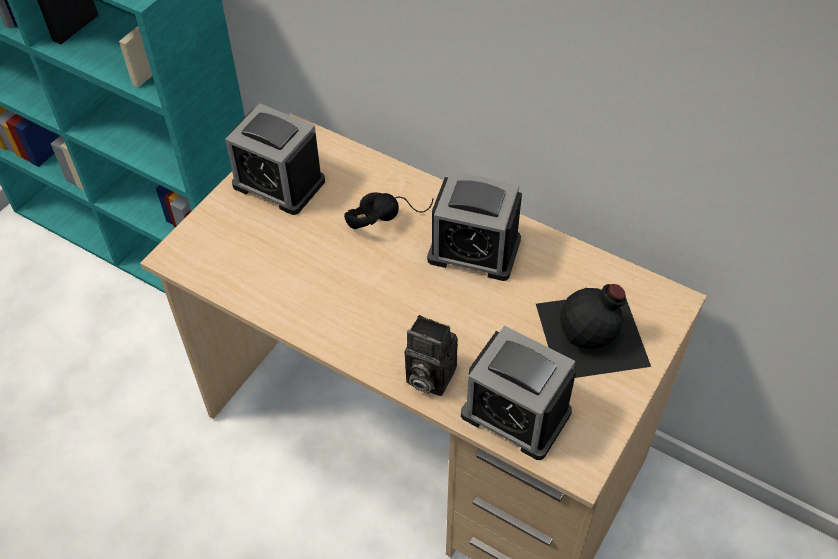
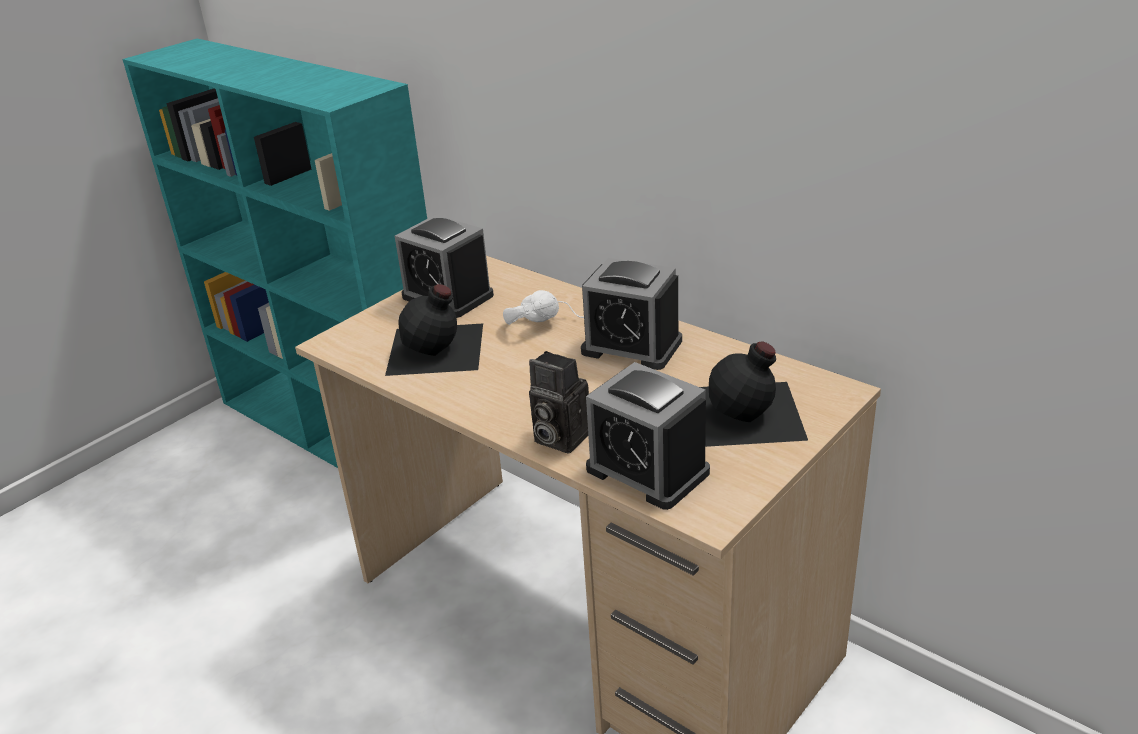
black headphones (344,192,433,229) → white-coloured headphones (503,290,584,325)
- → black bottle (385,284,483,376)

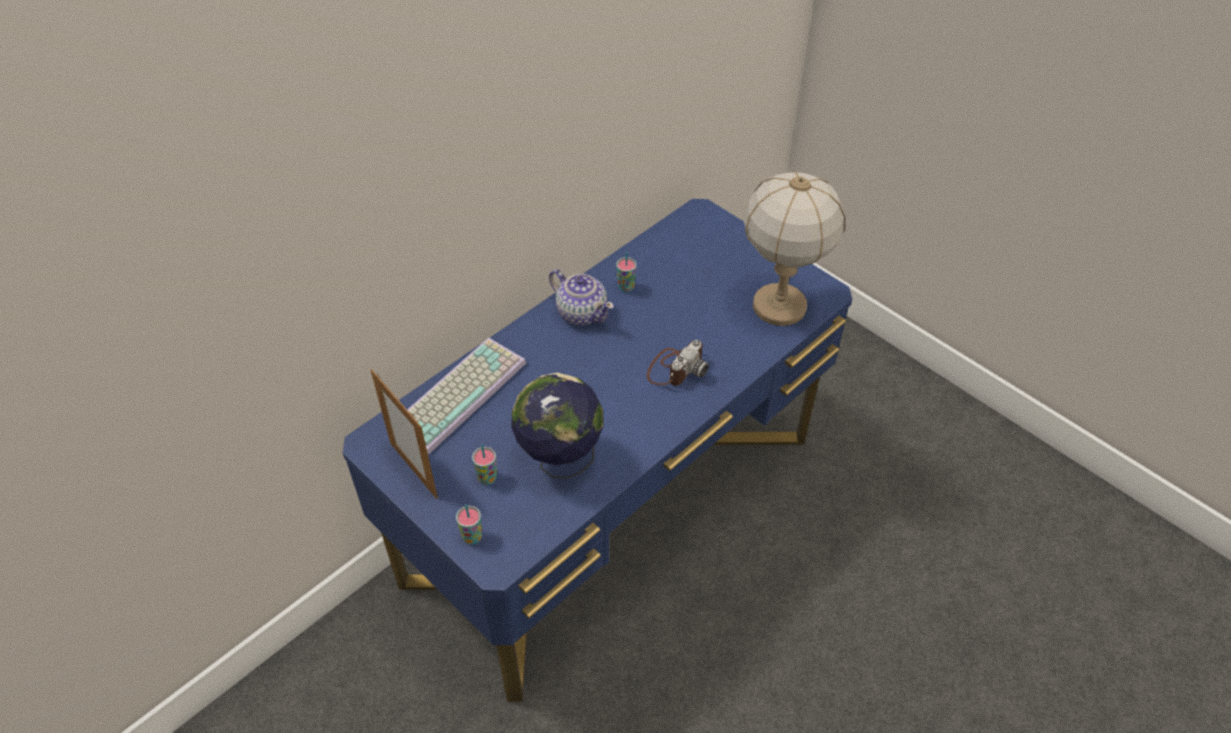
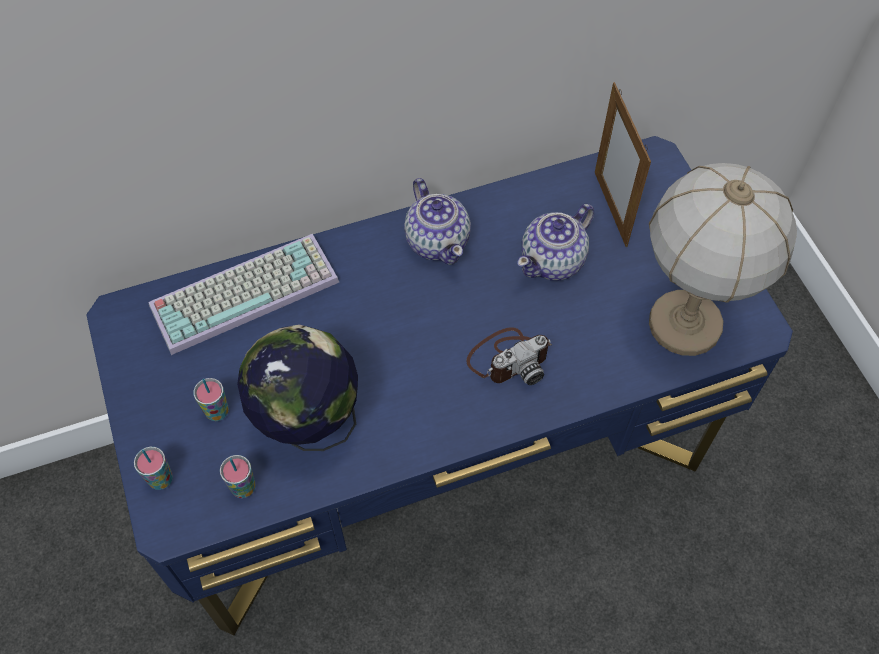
cup (616,251,637,292) → cup (220,455,256,498), moved
picture frame (371,369,438,499) → picture frame (595,82,651,247), moved
- → pot for tea (517,204,594,281)

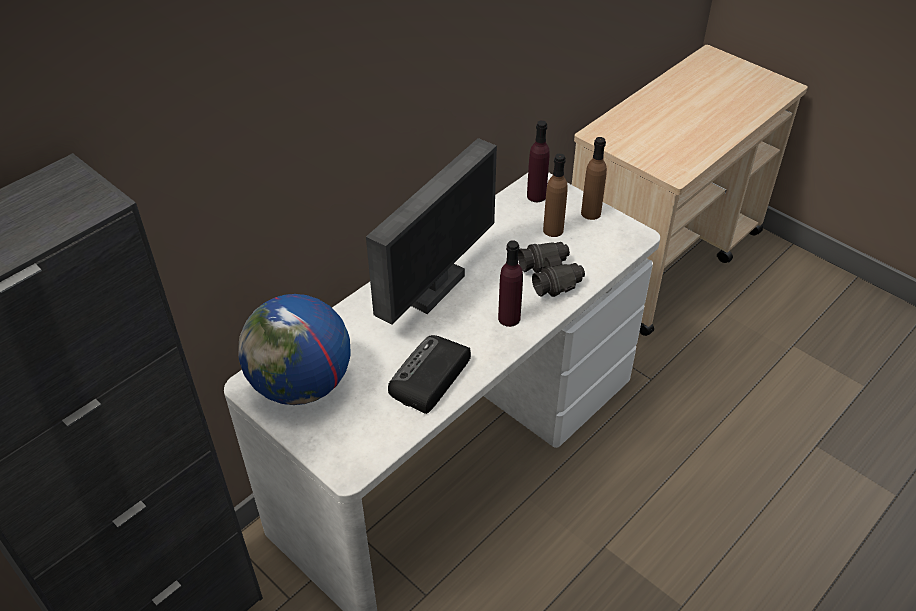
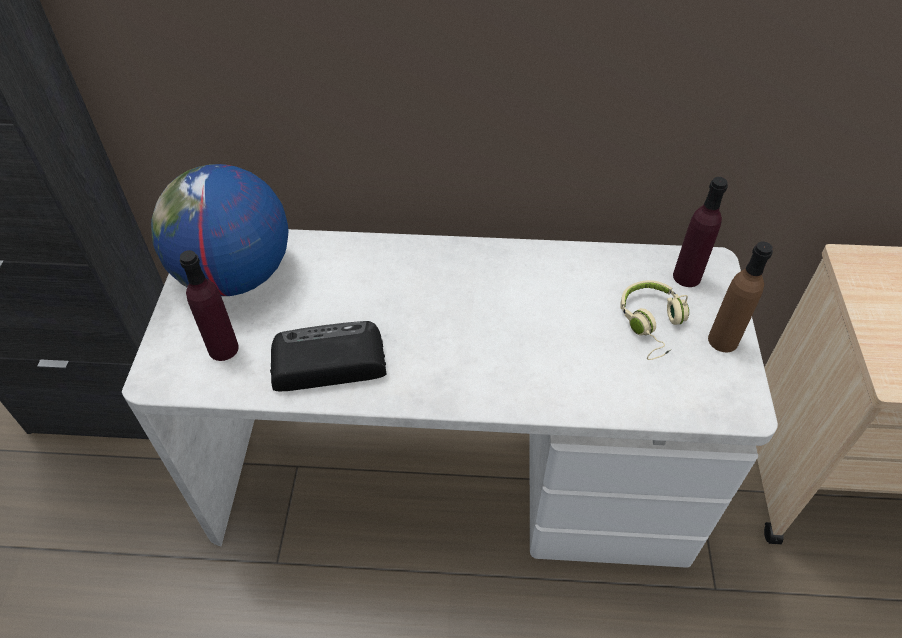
monitor (366,138,497,325) → -
brown bottle (543,154,568,237) → sand-coloured headphones (620,280,689,360)
purplish bottle (498,240,523,327) → purplish bottle (179,250,239,361), moved
black pair of binoculars (518,242,585,297) → -

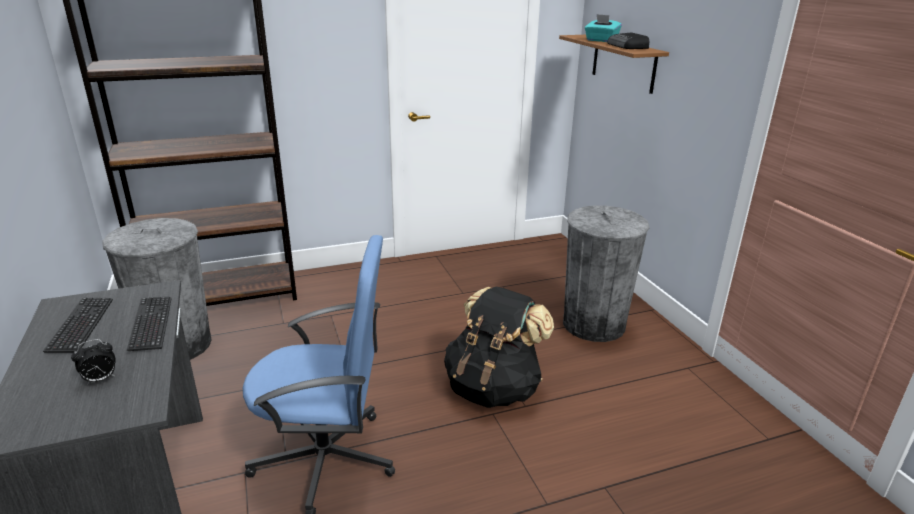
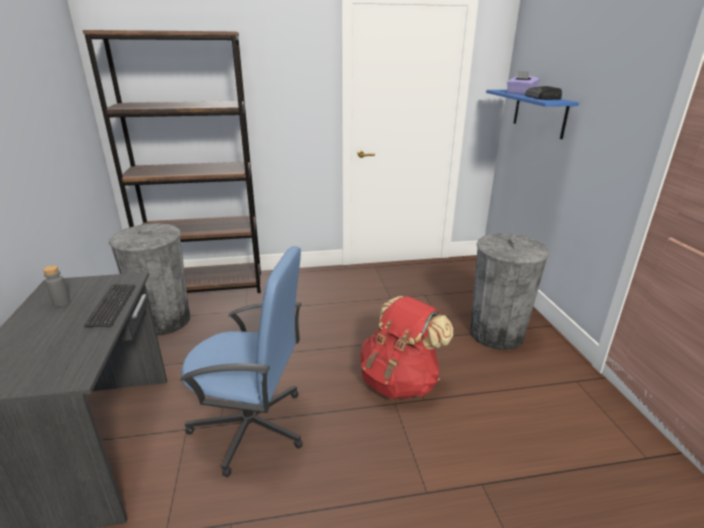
turquoise box of tissues (585,14,622,42) → purplish box of tissues (507,71,540,95)
brown wall shelf (559,35,669,94) → blue-coloured wall shelf (486,90,579,139)
black knapsack (444,286,554,408) → red-coloured knapsack (360,296,453,399)
computer keyboard (43,298,113,353) → greyish bottle (43,266,70,307)
alarm clock (71,339,116,385) → -

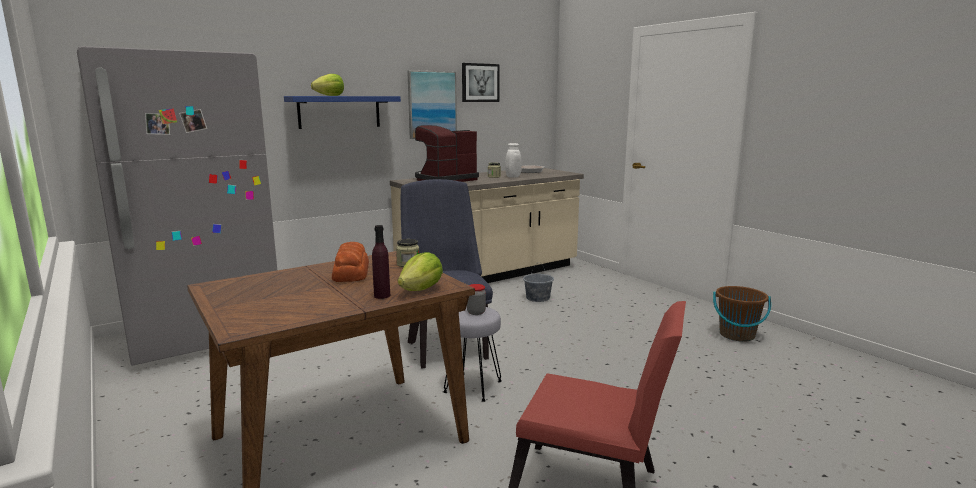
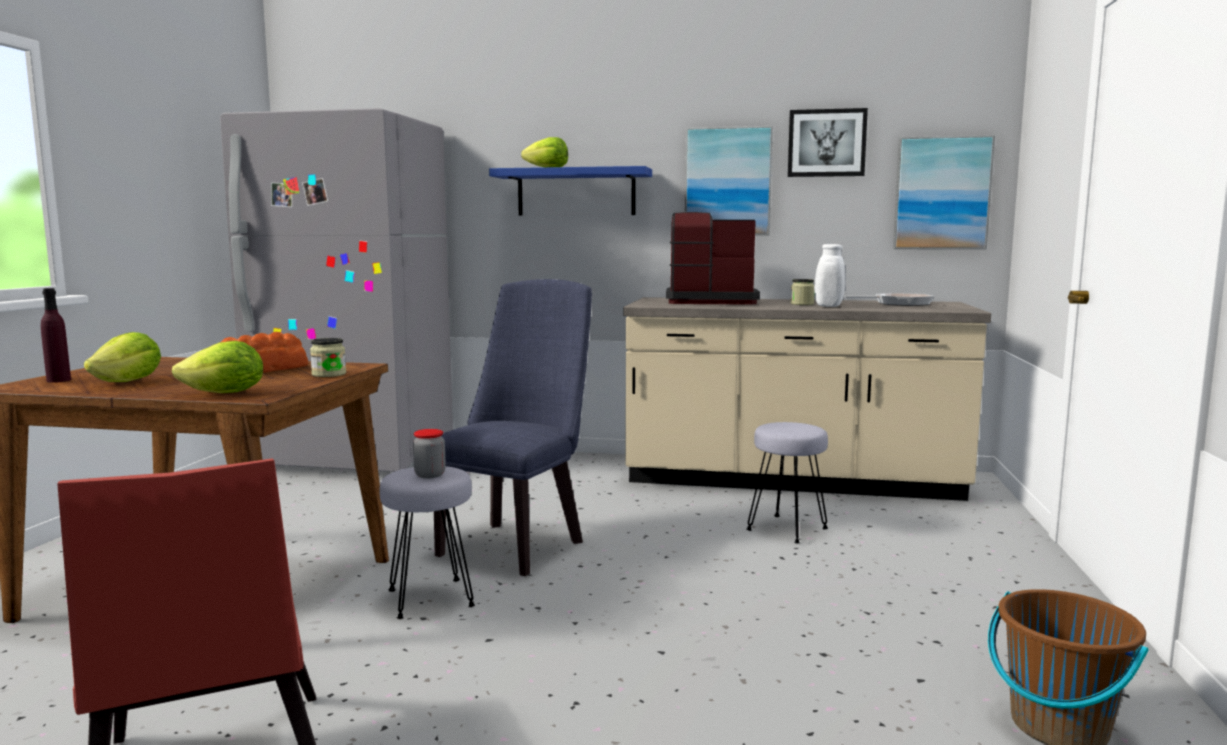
purplish bottle (372,225,390,299) → purplish bottle (41,288,71,383), moved
greyish pail (523,262,554,302) → greyish stool seat (747,422,828,543)
- → wall picture (893,135,995,250)
- → lettuce head (84,332,161,382)

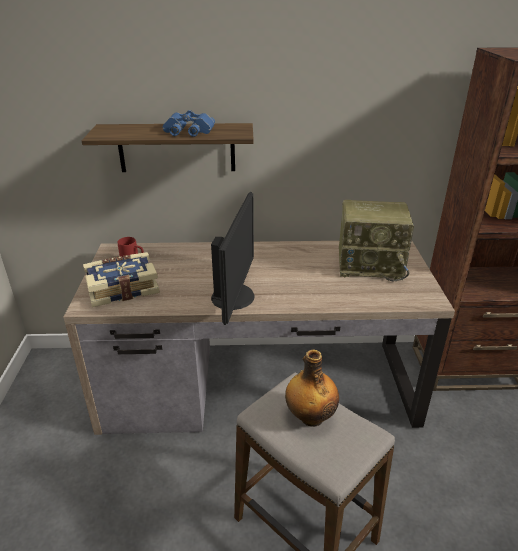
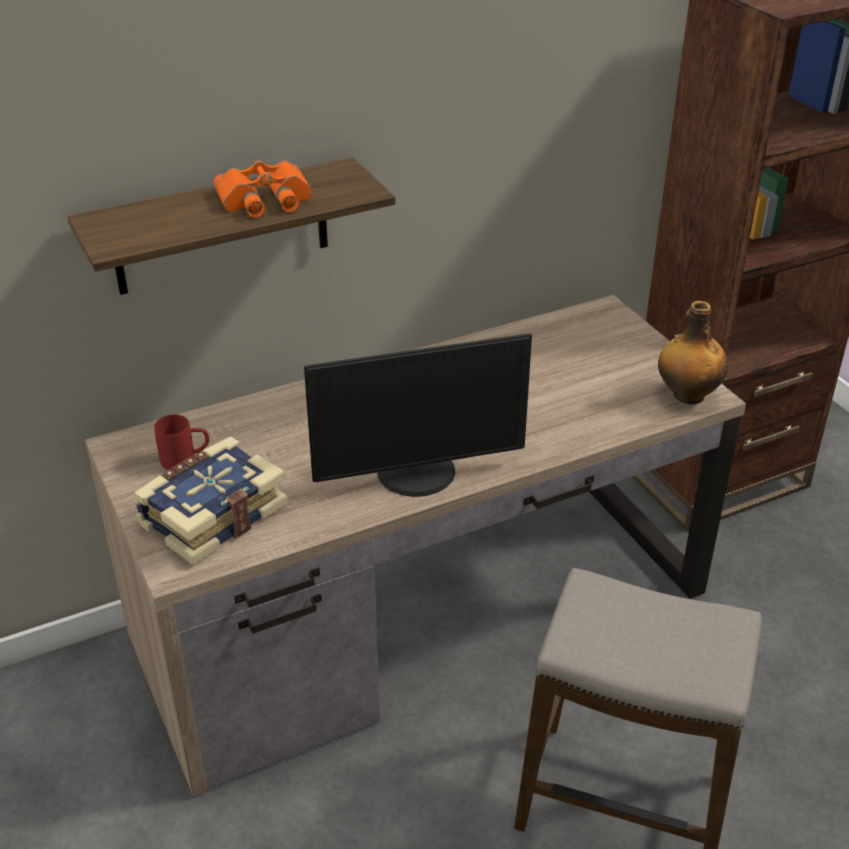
blue-coloured pair of binoculars (163,110,215,137) → orange-coloured pair of binoculars (214,160,312,218)
monitor (211,192,255,325) → monitor (304,334,532,497), 90 degrees clockwise
radio (339,200,414,282) → -
bottle (285,349,339,427) → bottle (658,301,728,404), moved

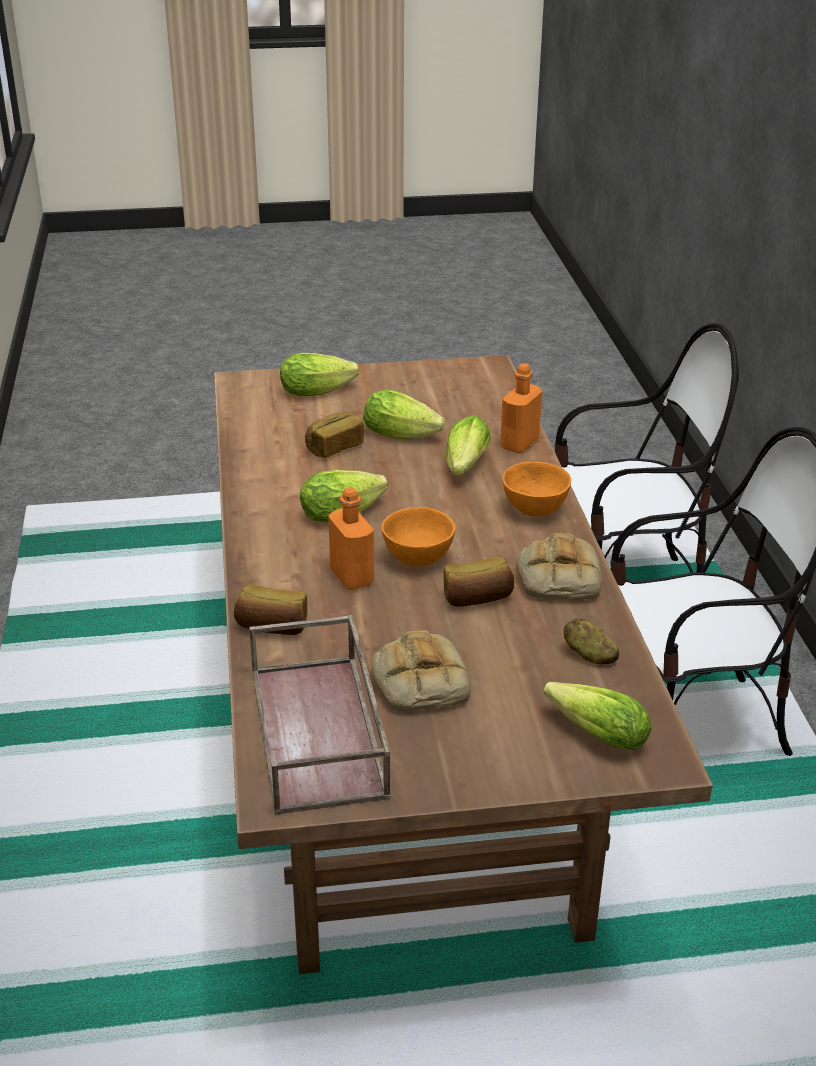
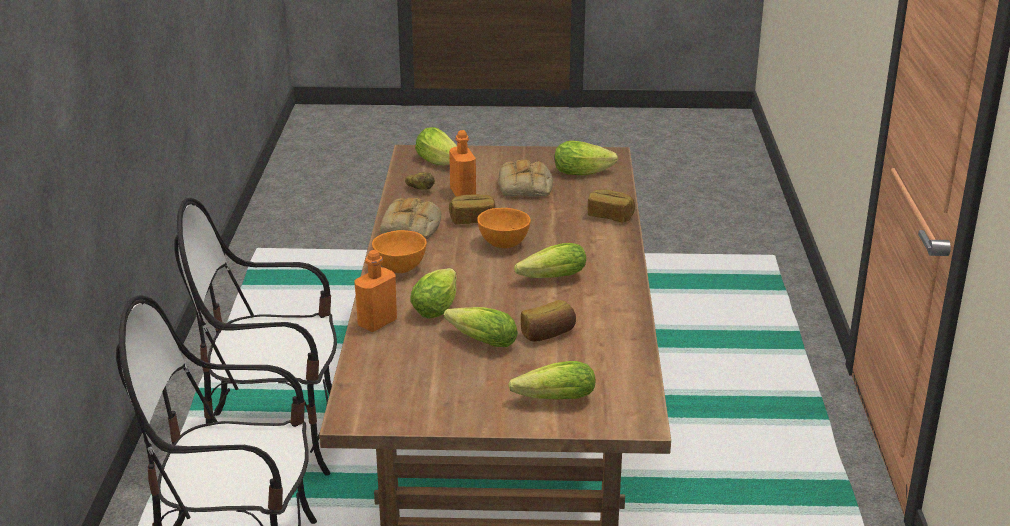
orange-coloured bottle (328,487,374,590) → orange-coloured bottle (449,130,476,196), moved
brown tray (249,615,390,815) → lettuce head (555,141,618,175)

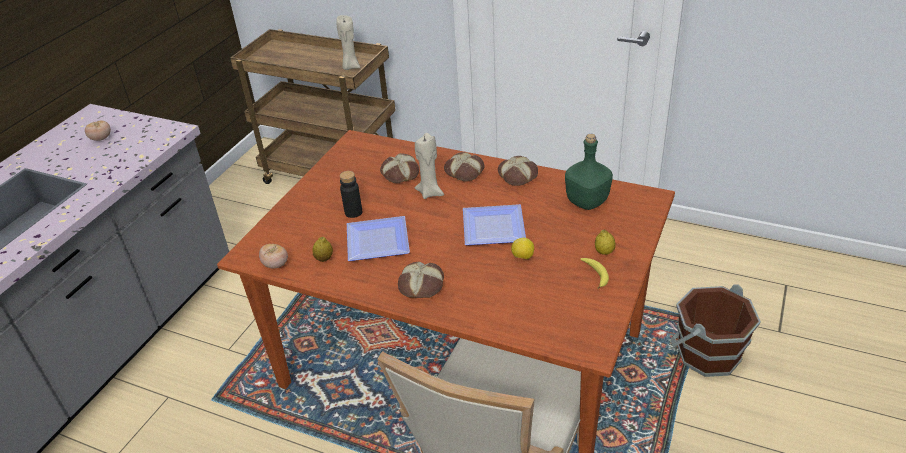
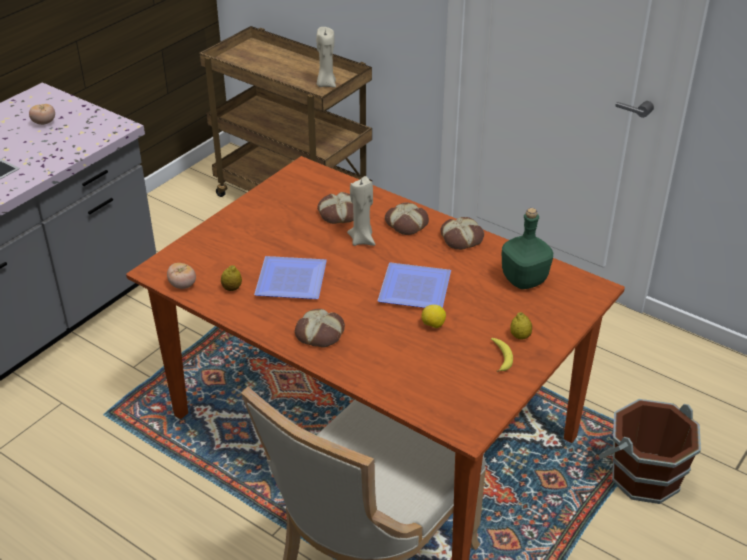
black bottle (340,171,362,218) → -

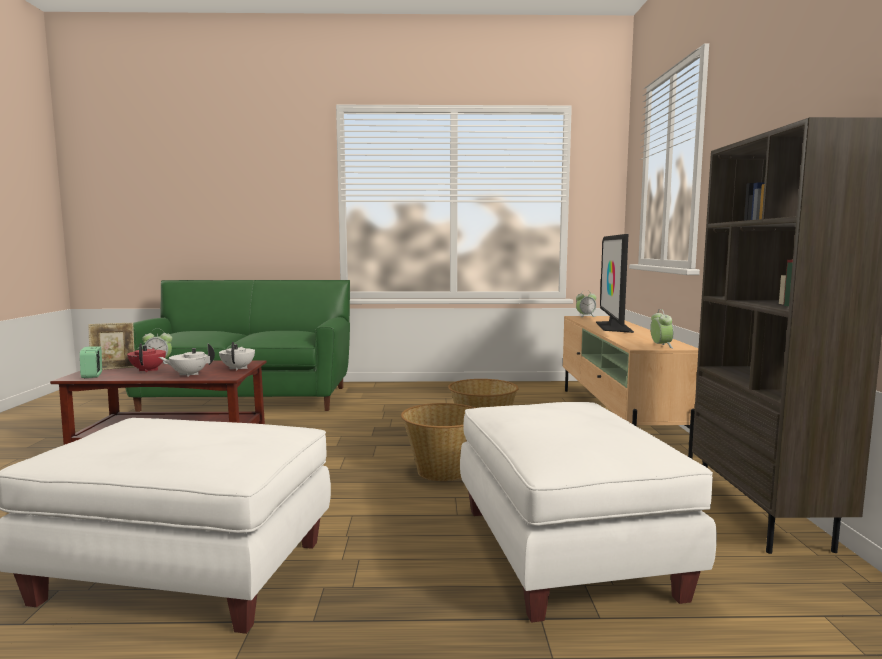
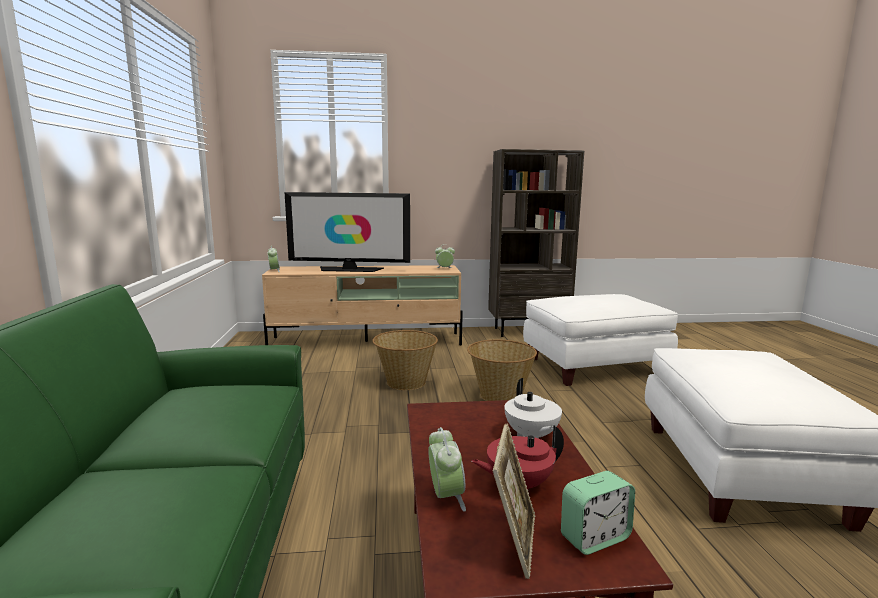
picture frame (88,323,135,370) → picture frame (493,423,535,579), 45 degrees clockwise
white-coloured pot for tea (219,342,255,371) → -

